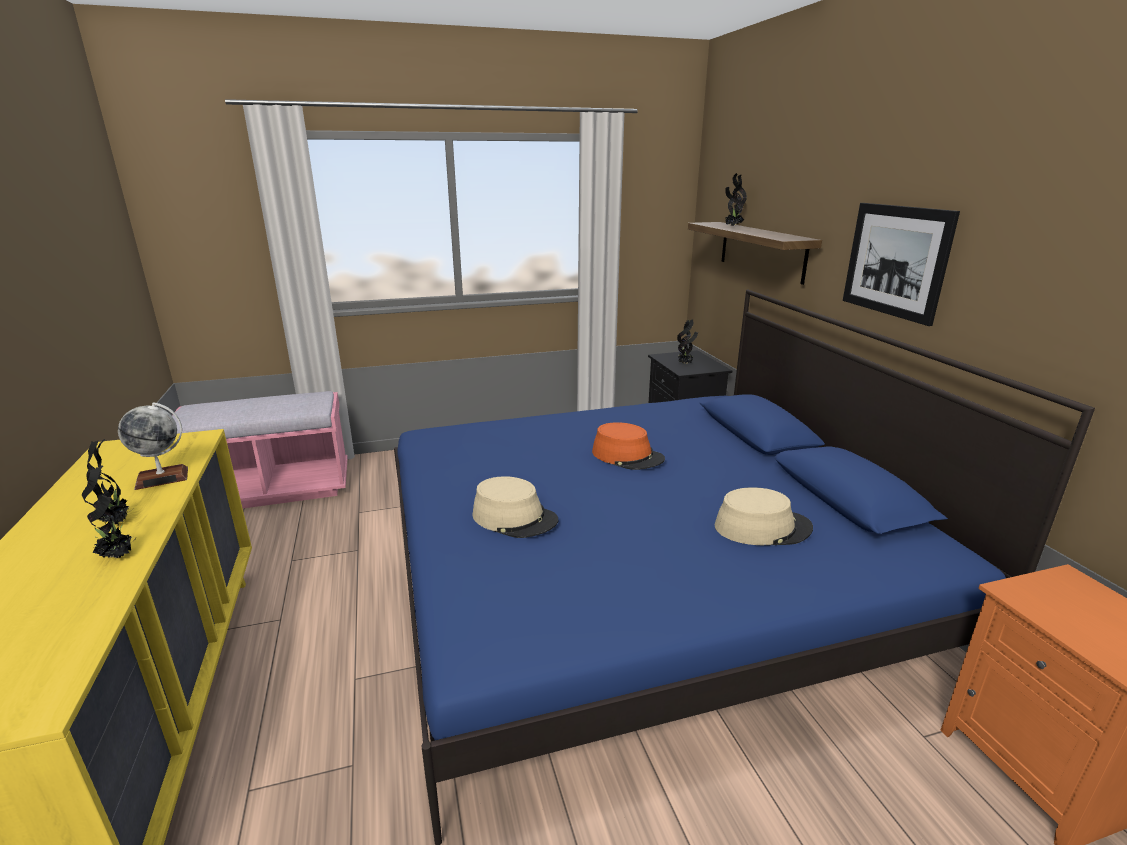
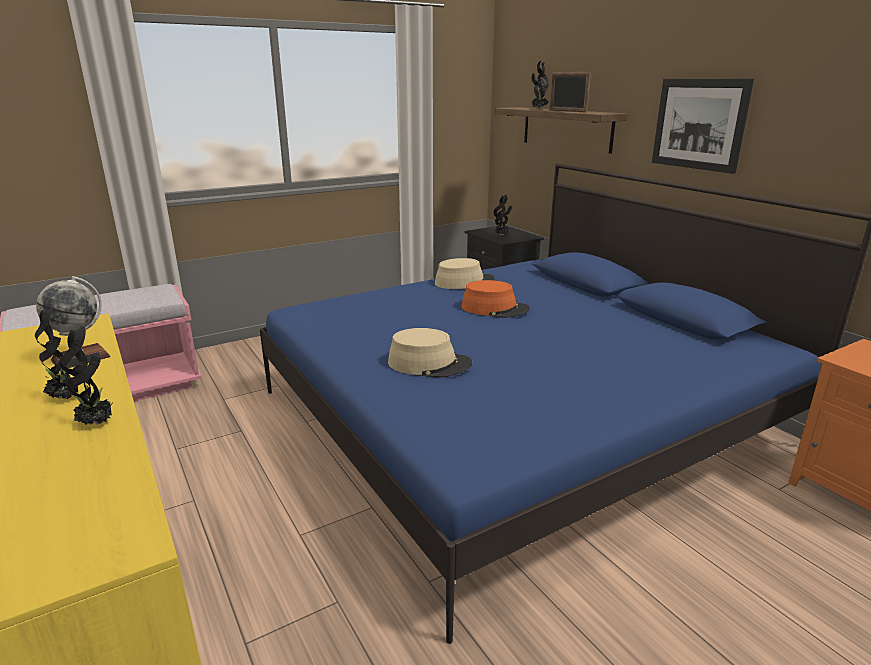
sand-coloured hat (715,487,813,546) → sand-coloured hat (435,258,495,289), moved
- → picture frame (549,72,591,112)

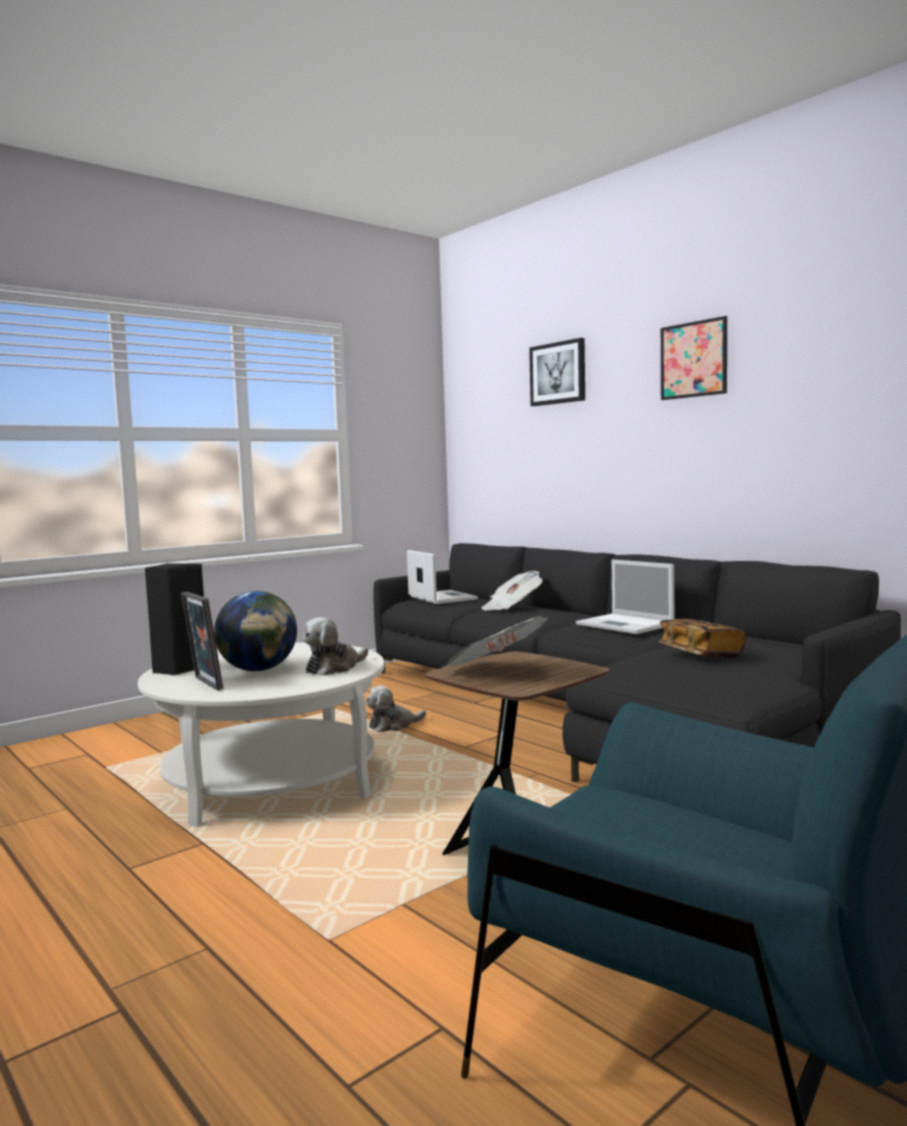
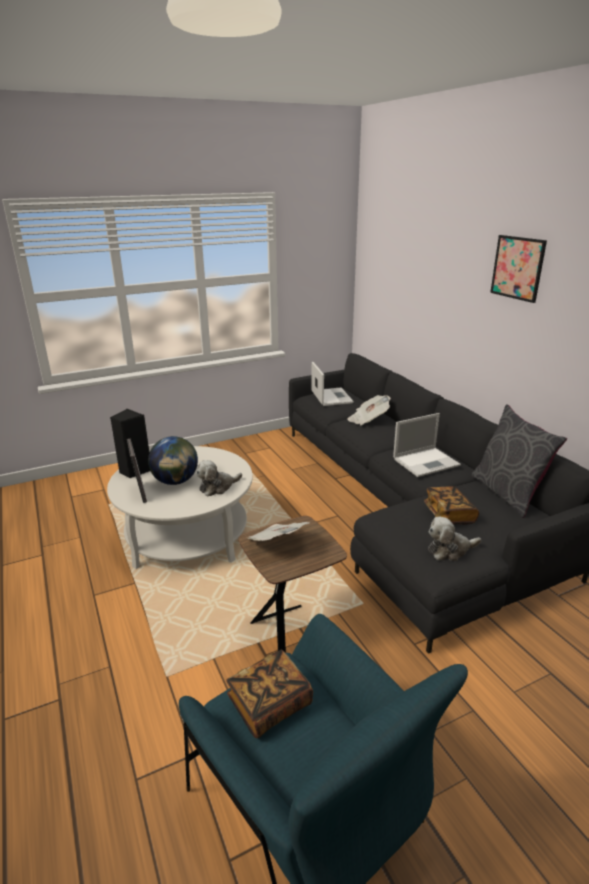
wall picture (529,338,585,406) → -
portable computer (576,559,674,634) → portable computer (393,413,461,477), 90 degrees counterclockwise
soft toy (366,686,426,732) → soft toy (428,516,481,561), moved
- → greyish cushion (471,404,567,518)
- → volume (226,650,313,738)

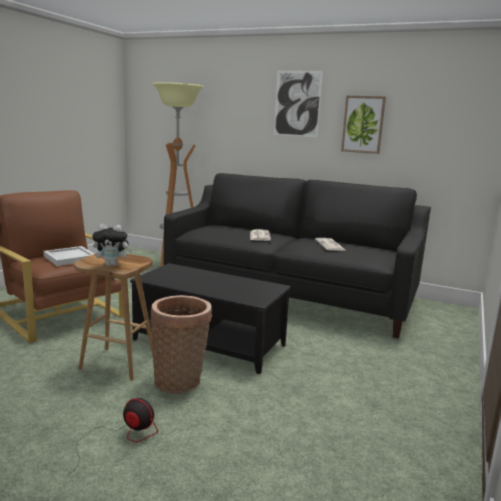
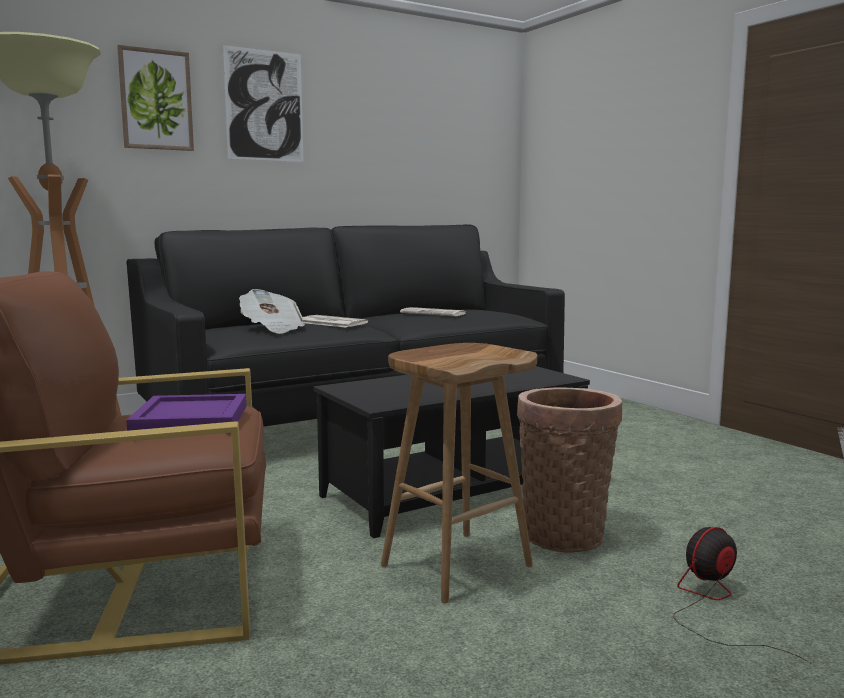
wall picture (341,96,386,154) → wall picture (117,45,194,151), moved
soft toy (92,224,133,266) → -
white-coloured tray (43,246,94,266) → purplish tray (126,394,247,431)
- → printed paper (239,289,305,334)

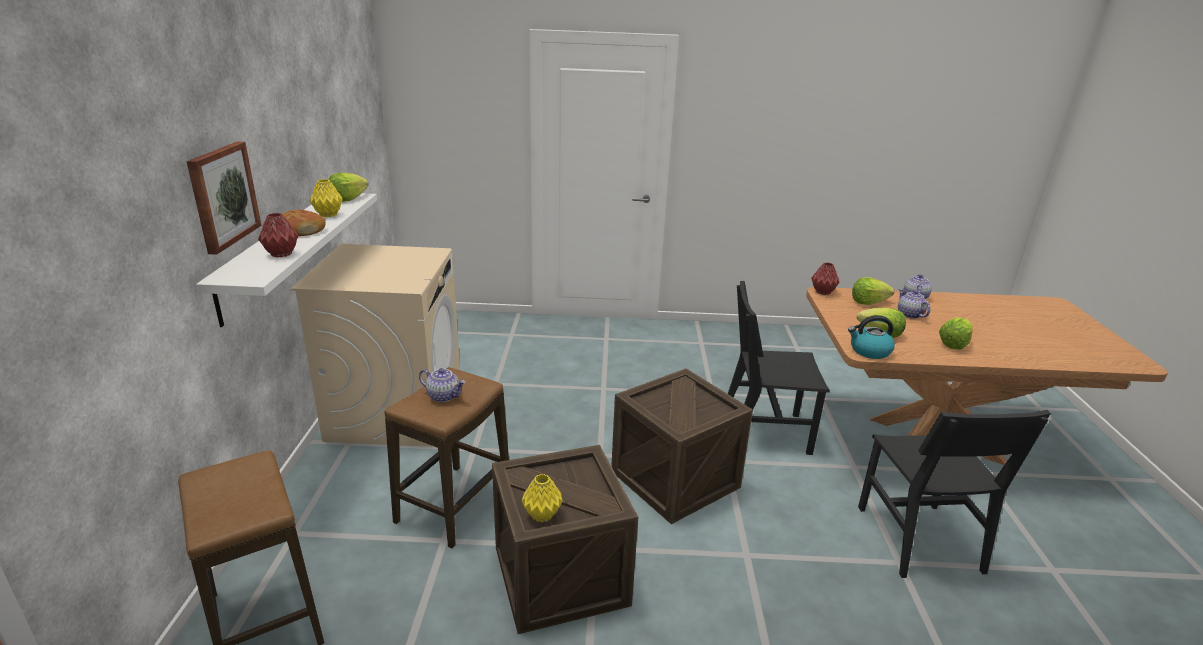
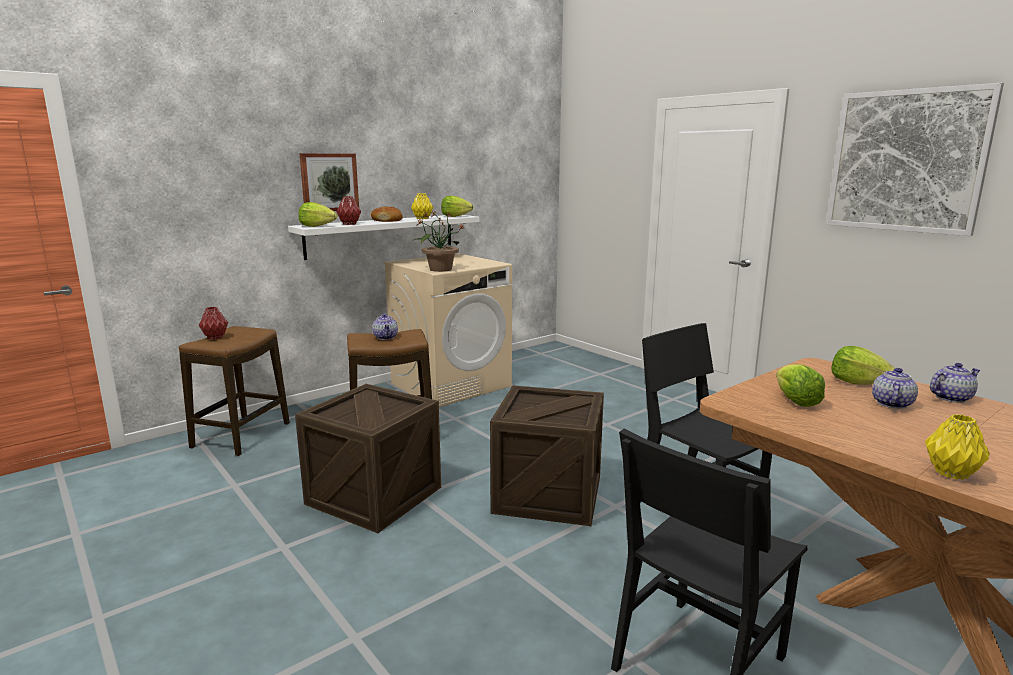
red-coloured decorative vase (811,262,839,295) → red-coloured decorative vase (199,307,228,339), moved
kettle (848,315,895,359) → -
lettuce head (939,317,973,349) → lettuce head (298,202,337,227), moved
yellowish decorative vase (521,474,563,522) → yellowish decorative vase (925,414,990,480), moved
- → wall picture (826,83,1004,236)
- → plant in a pot (412,211,464,272)

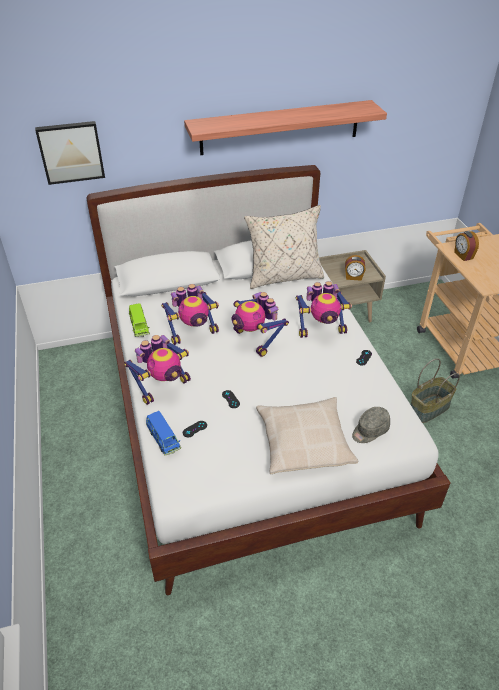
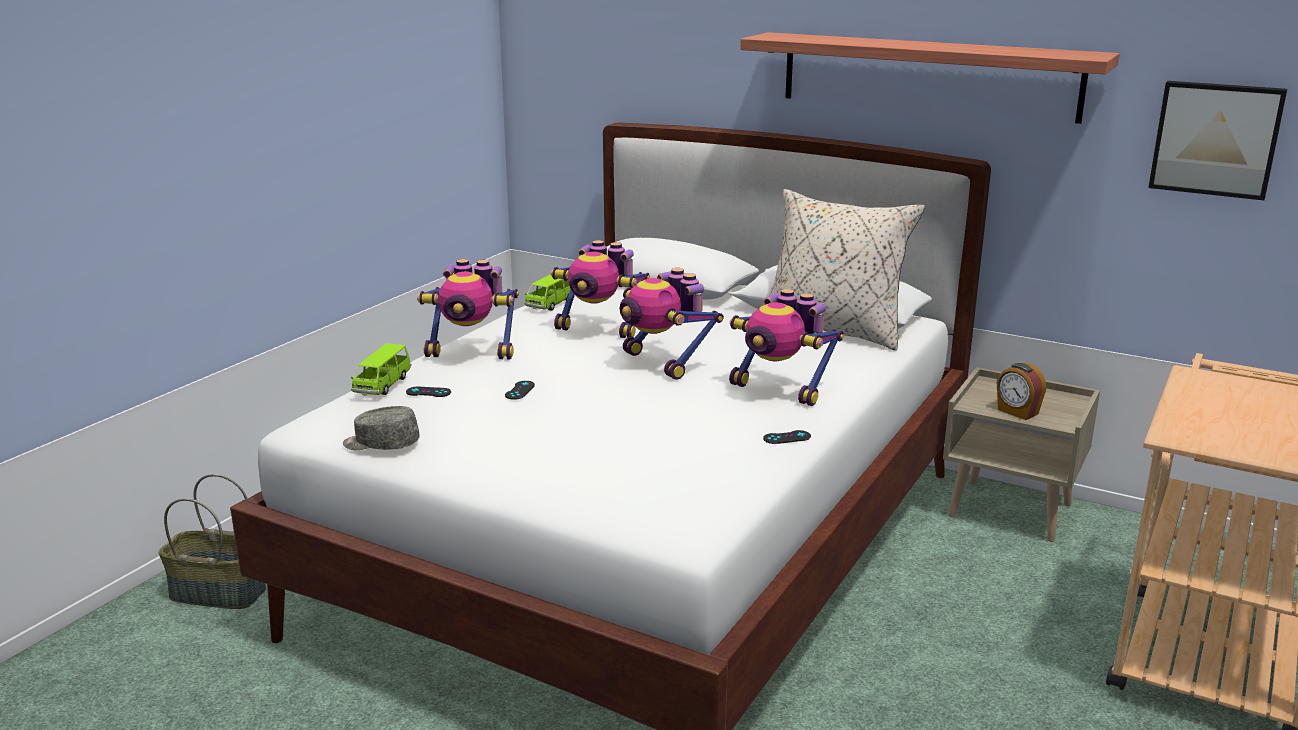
wall picture (35,121,105,185) → wall picture (1148,81,1287,200), moved
alarm clock (454,231,479,261) → -
model robot (232,292,289,357) → model robot (620,268,724,380), 45 degrees counterclockwise
storage basket (411,358,460,423) → storage basket (158,474,266,609), moved
sand-coloured cushion (256,397,358,474) → -
greyish cap (352,407,390,443) → greyish cap (343,406,420,450), moved
blue-coloured model car (146,411,181,456) → greenish model car (351,343,411,396)

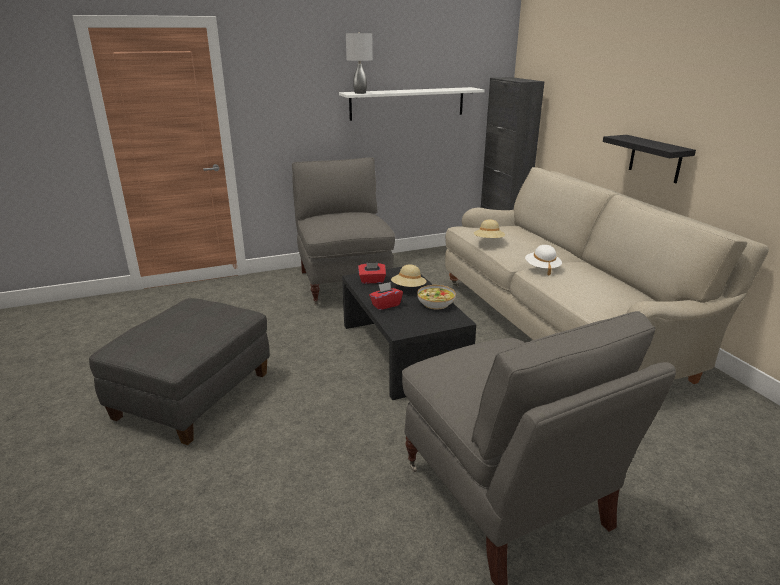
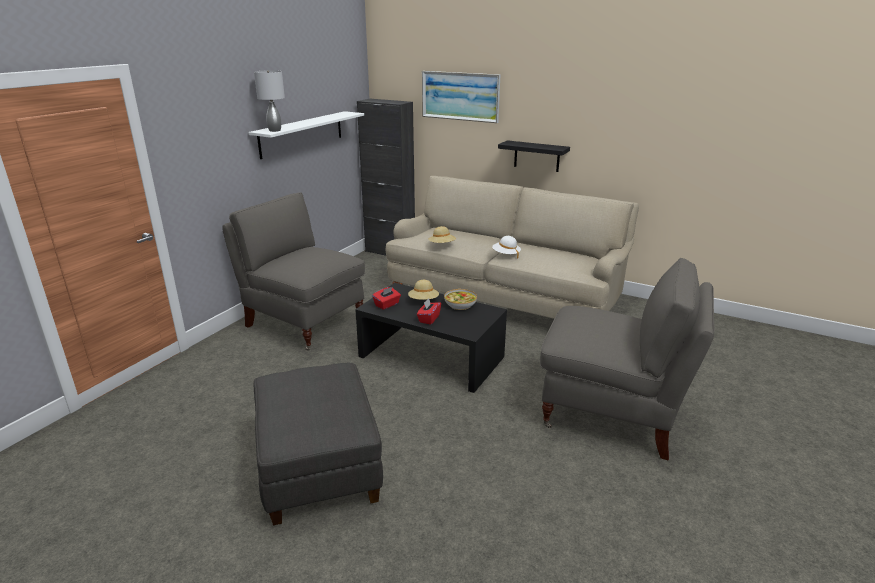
- → wall picture (422,71,500,123)

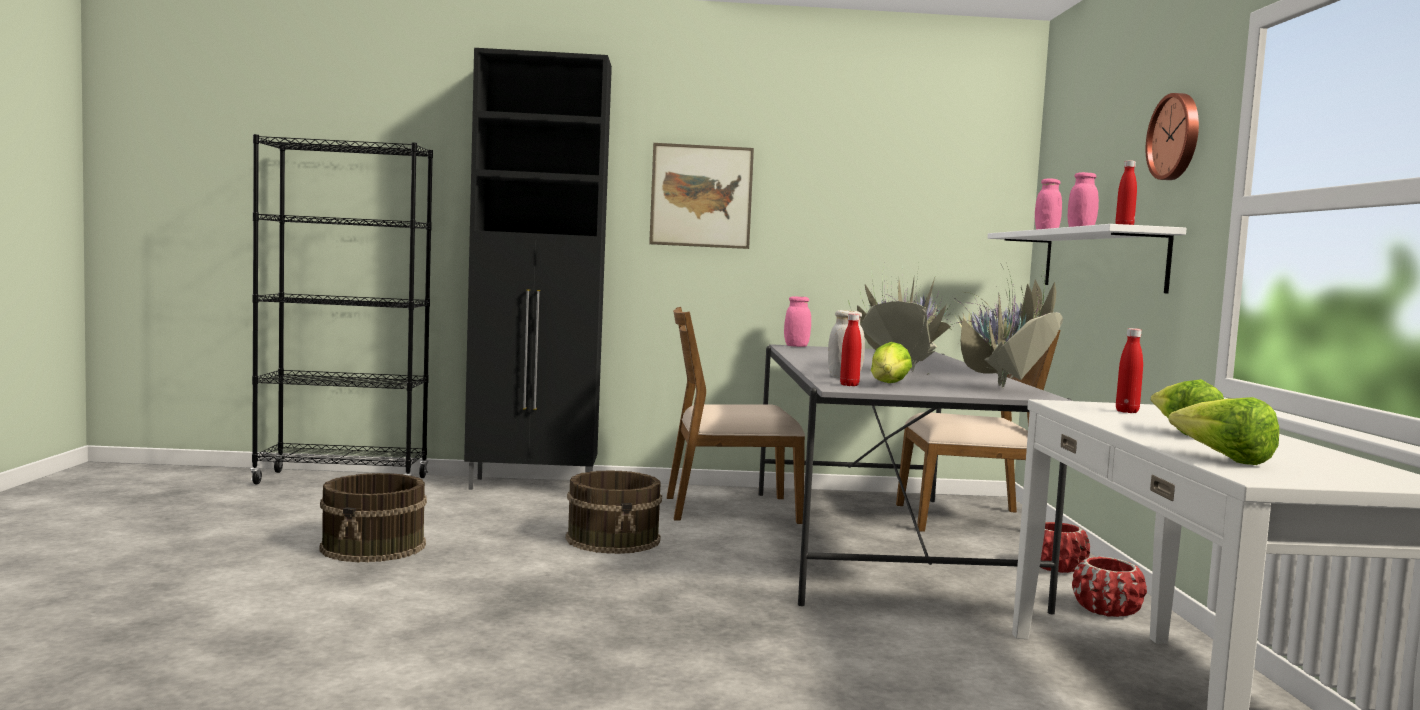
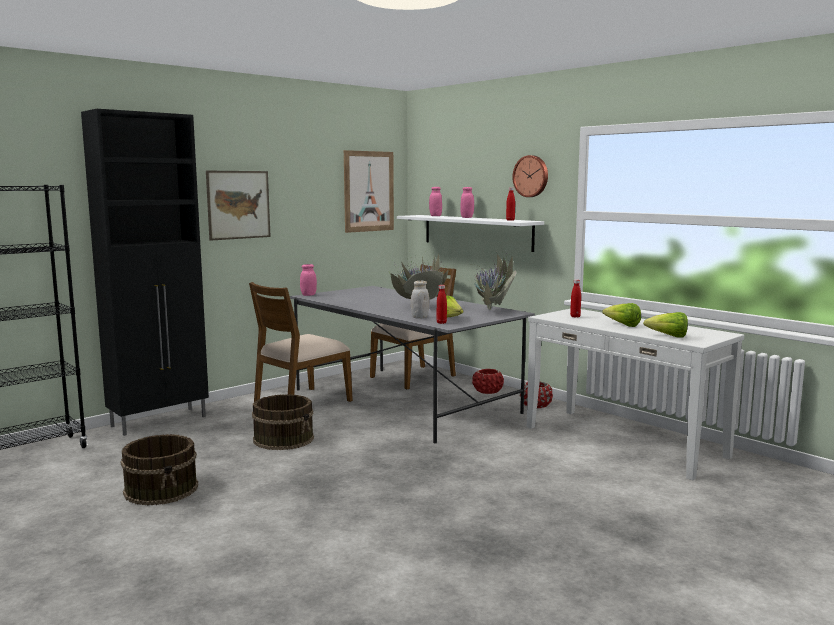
- → wall picture (344,150,394,233)

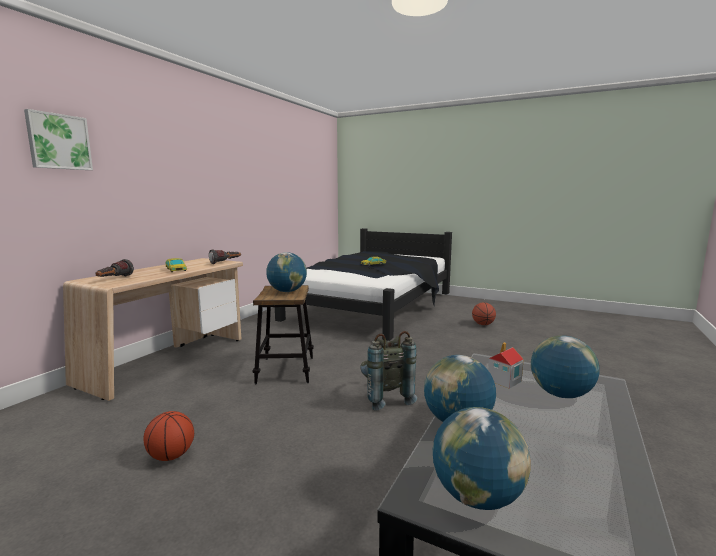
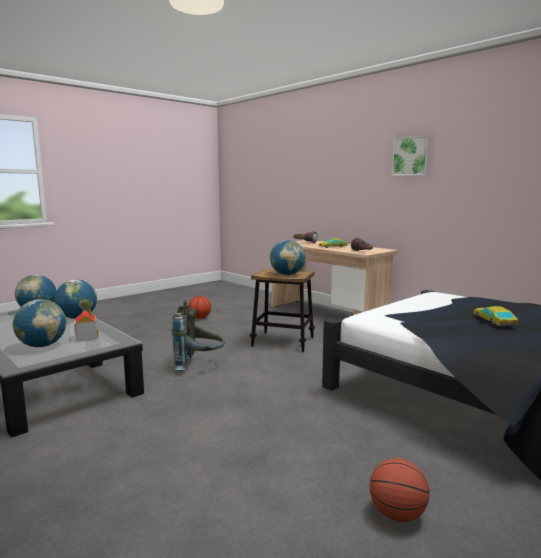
wall picture (24,109,93,170) → wall picture (392,135,430,176), moved

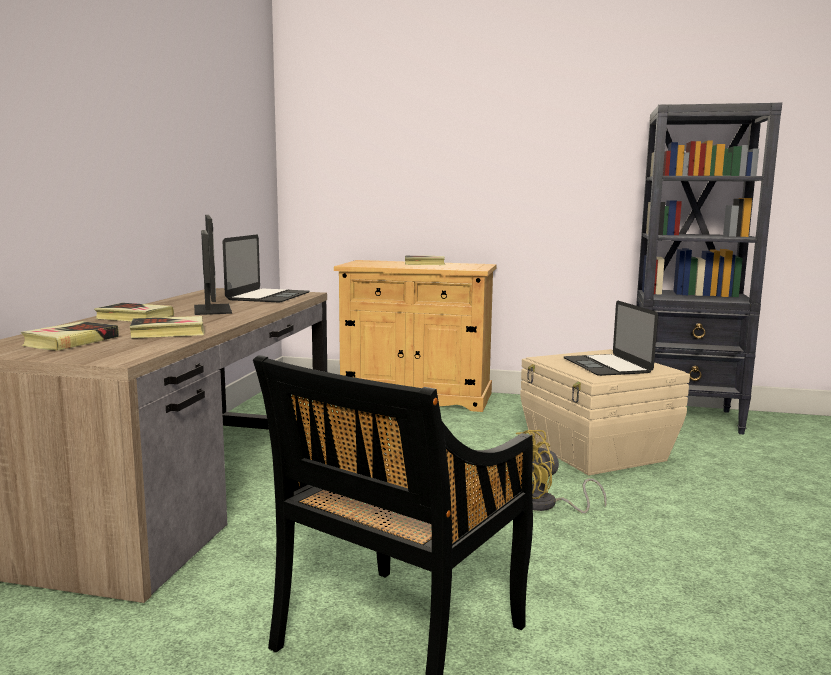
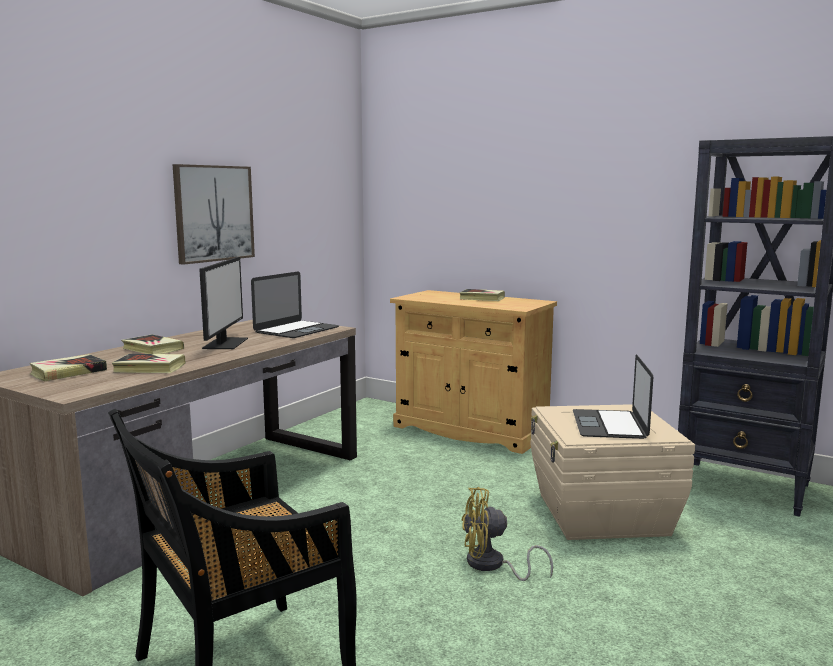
- → wall picture (173,164,255,265)

